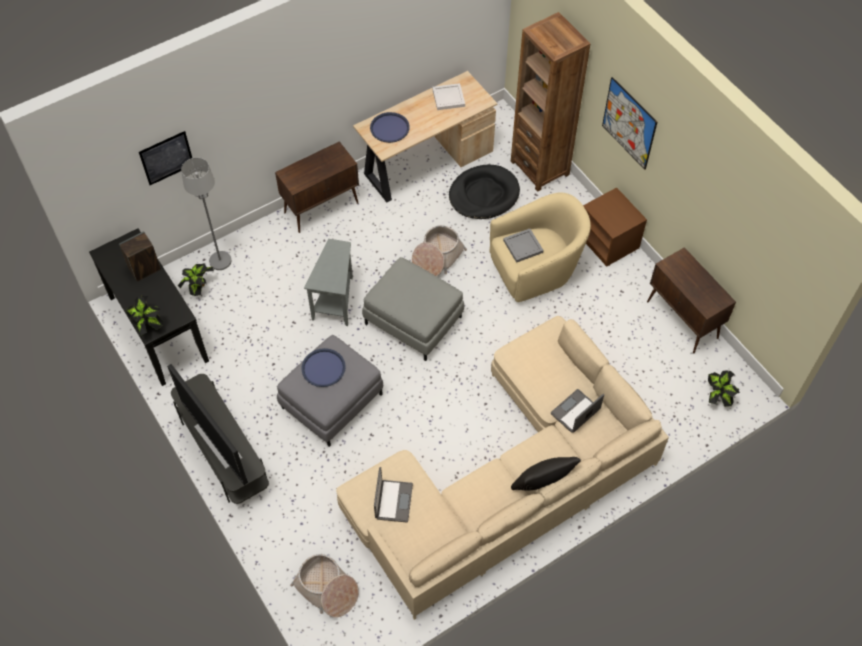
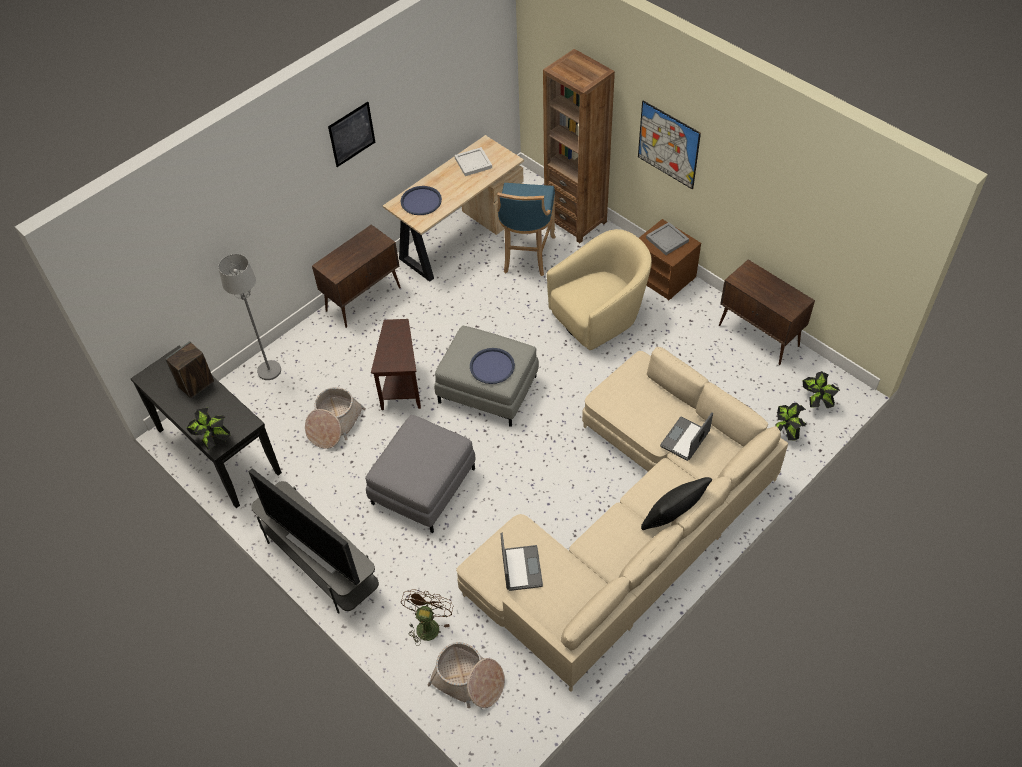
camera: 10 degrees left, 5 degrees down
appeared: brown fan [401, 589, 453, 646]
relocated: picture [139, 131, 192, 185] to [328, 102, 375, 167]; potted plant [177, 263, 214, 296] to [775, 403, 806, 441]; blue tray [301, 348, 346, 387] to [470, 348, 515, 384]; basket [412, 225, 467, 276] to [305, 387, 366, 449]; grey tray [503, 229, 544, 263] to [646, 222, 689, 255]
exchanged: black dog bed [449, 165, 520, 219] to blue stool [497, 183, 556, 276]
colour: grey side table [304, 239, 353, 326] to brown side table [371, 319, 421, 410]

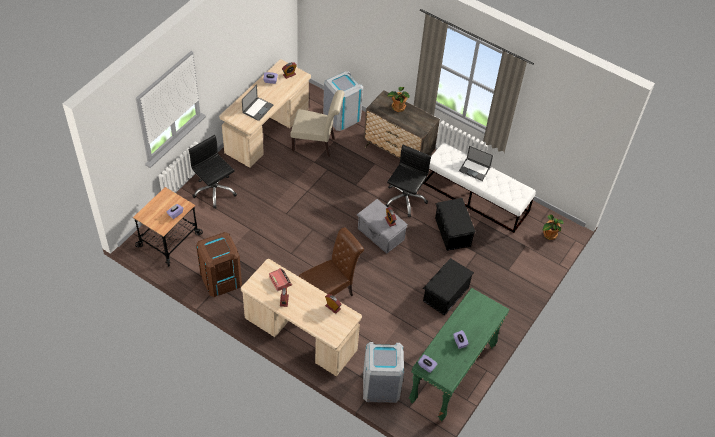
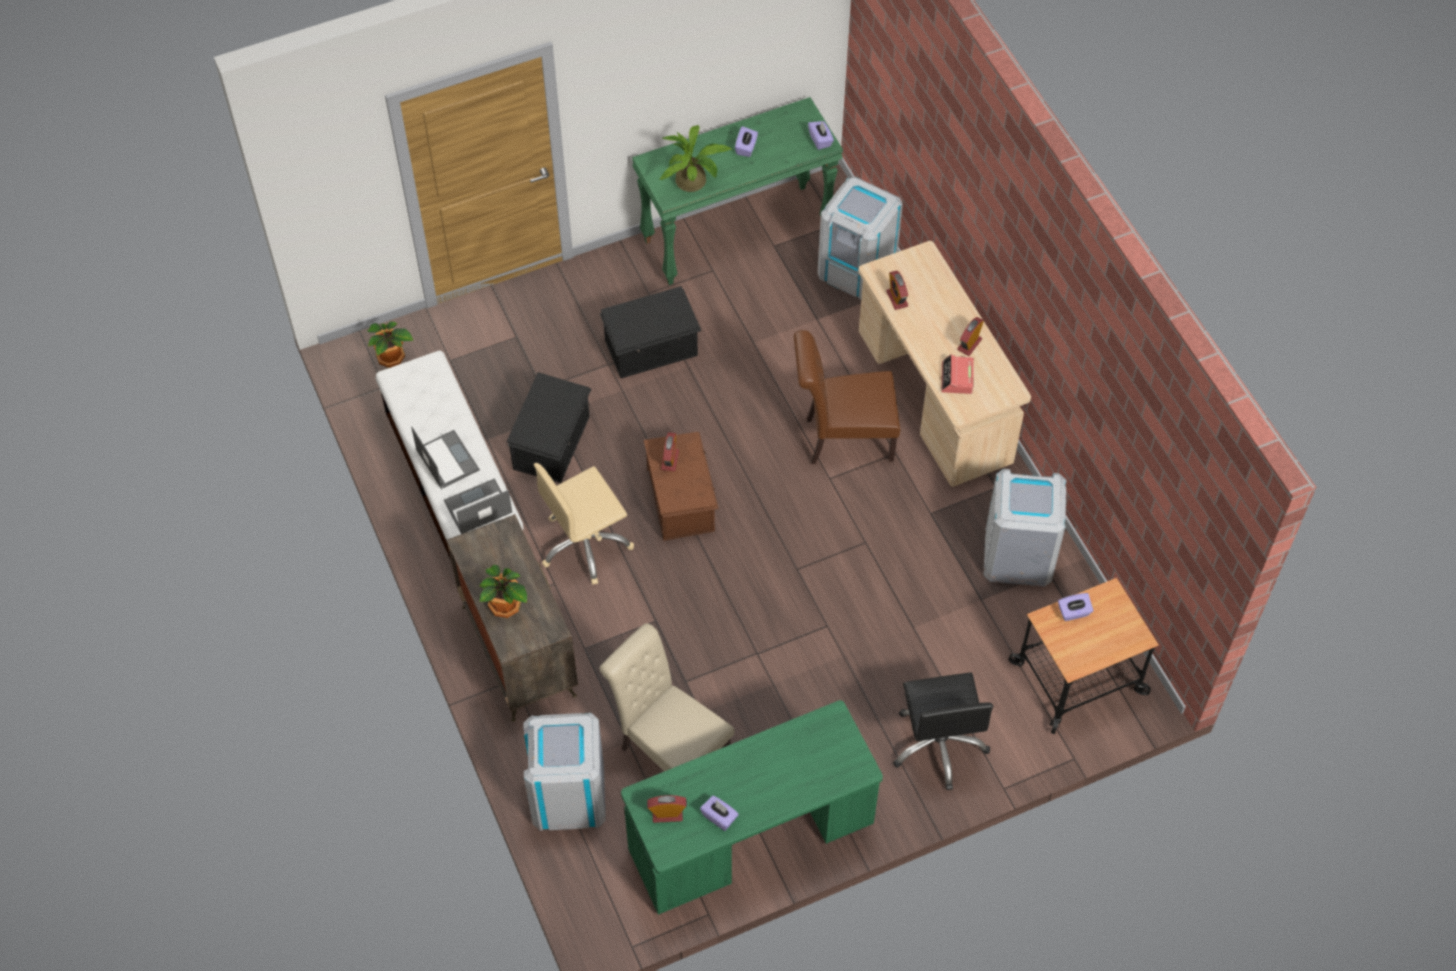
camera: 145 degrees left, 5 degrees up
appeared: potted plant [660, 125, 733, 192]
relocated: laptop [242, 84, 274, 121] to [444, 478, 512, 534]
colour: brown trash can [196, 232, 242, 297] to grey trash can [983, 469, 1066, 587]; beige desk [219, 59, 311, 168] to green desk [621, 700, 883, 915]; grey storage box [357, 199, 408, 254] to brown storage box [644, 432, 719, 541]; black office chair [385, 145, 431, 217] to beige office chair [534, 463, 634, 585]

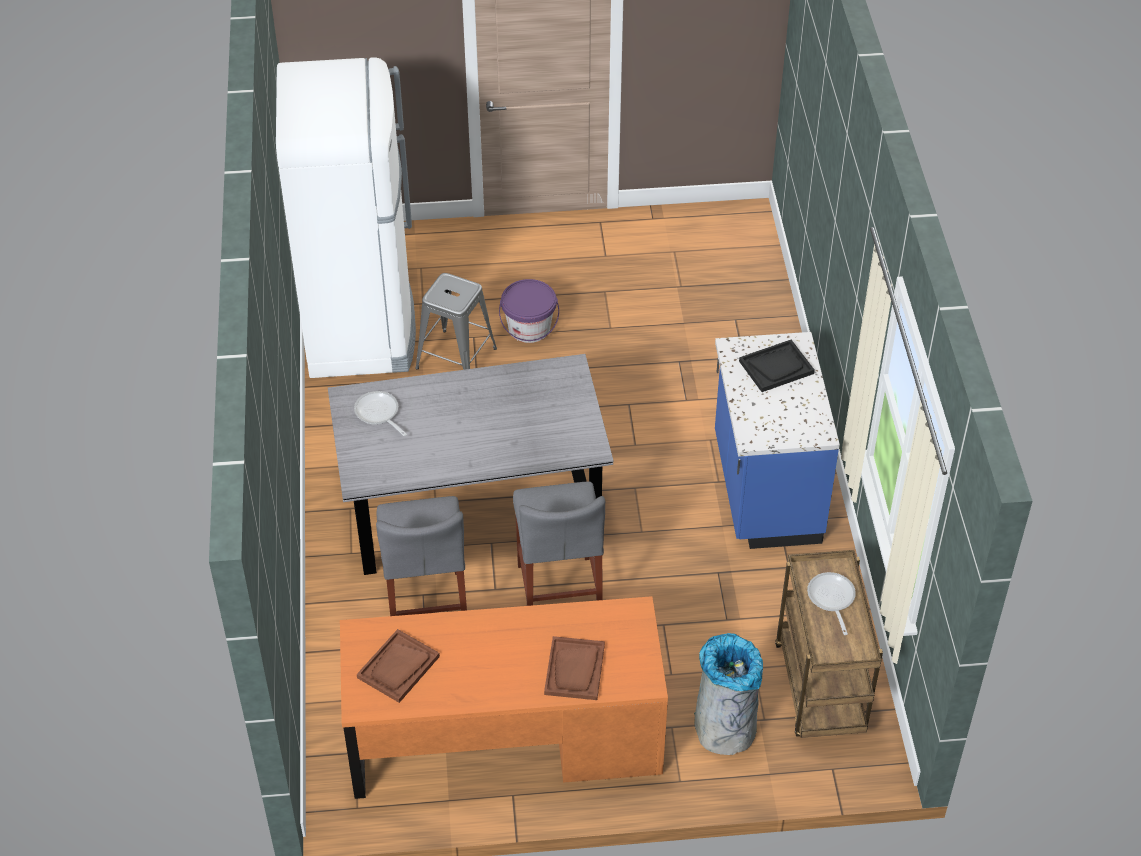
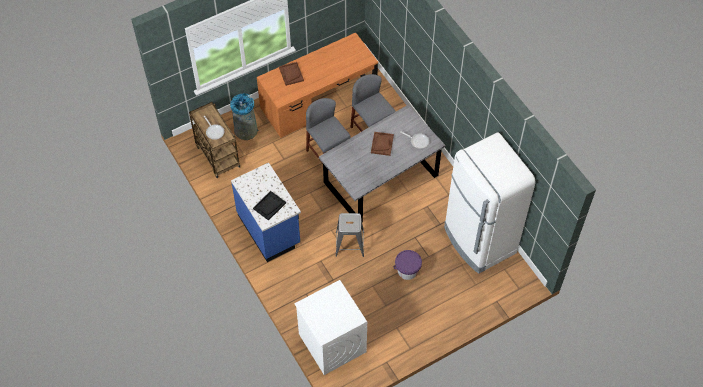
camera: 155 degrees right, 10 degrees up
appeared: white washing machine [294, 280, 367, 375]
relocated: brown tray [357, 629, 440, 703] to [371, 132, 394, 156]; grey stool [415, 273, 497, 370] to [335, 213, 364, 257]

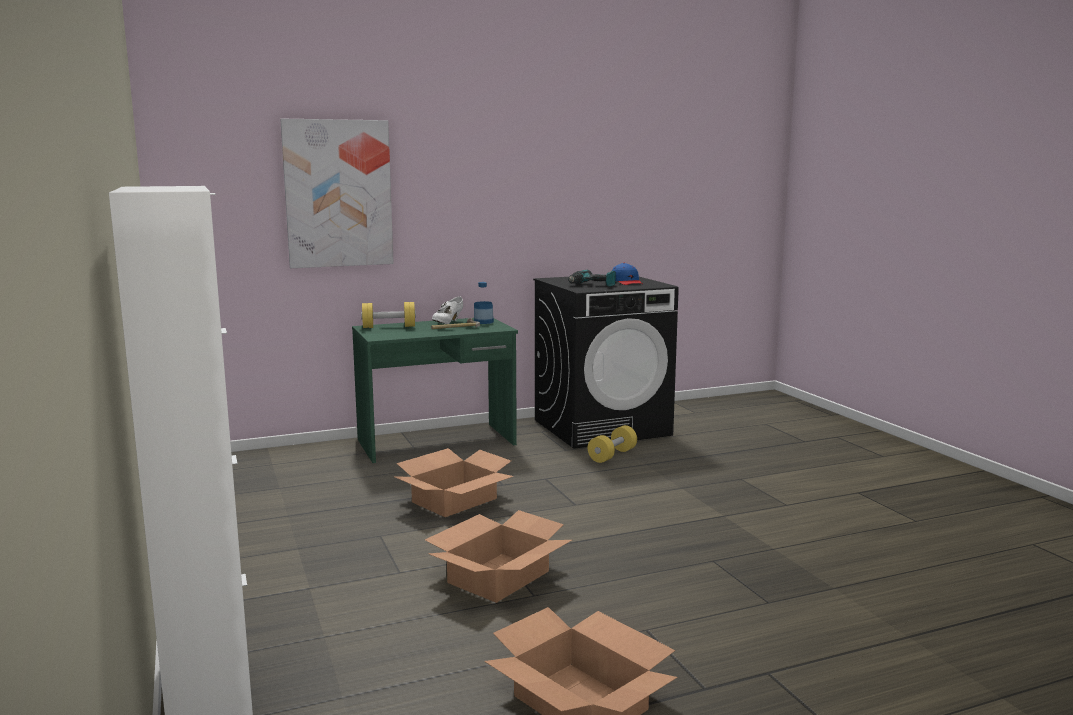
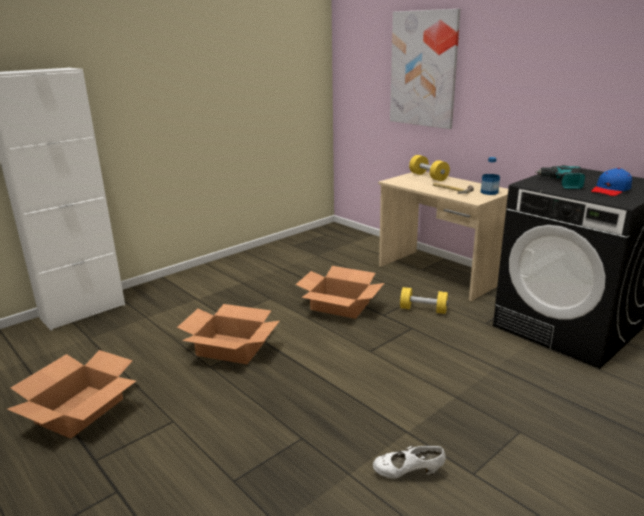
camera: 70 degrees right, 10 degrees up
relocated: white shoe [432, 296, 463, 324] to [373, 446, 446, 478]; yellow dumbbell [588, 425, 637, 463] to [400, 287, 448, 314]
colour: green desk [352, 318, 518, 463] to beige desk [378, 172, 508, 301]

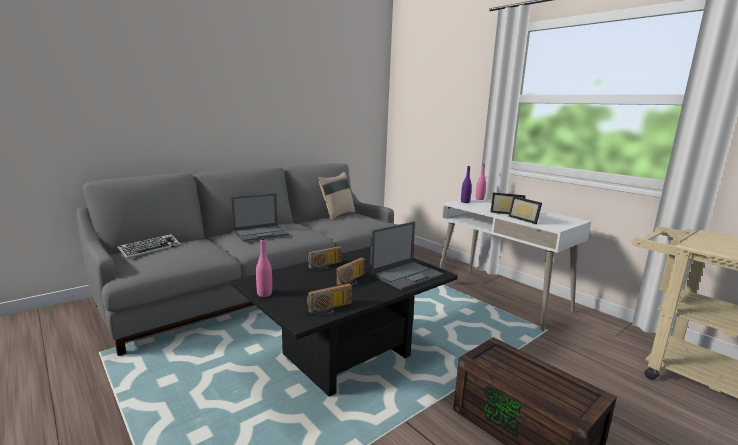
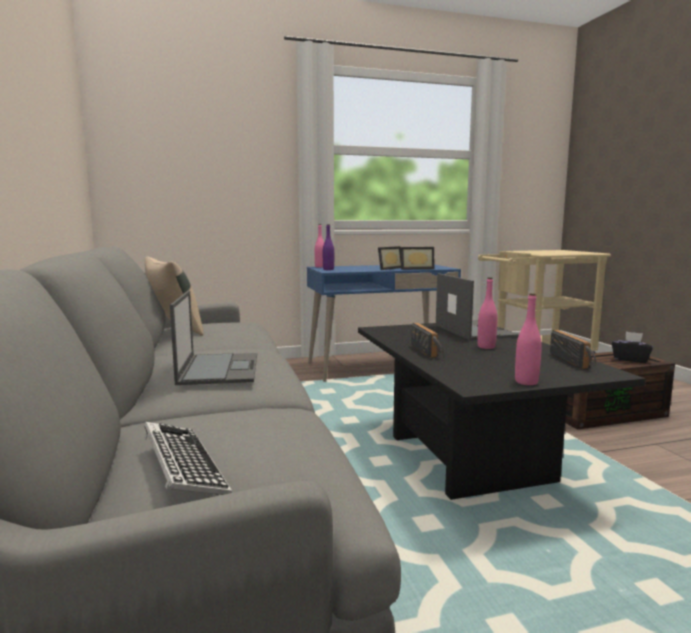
camera: 65 degrees left, 5 degrees down
appeared: black tissue box [612, 332, 653, 363]
exchanged: radio [336, 258, 365, 285] to pink bottle [477, 277, 497, 349]
colour: white desk [439, 197, 591, 331] to blue desk [307, 265, 461, 382]

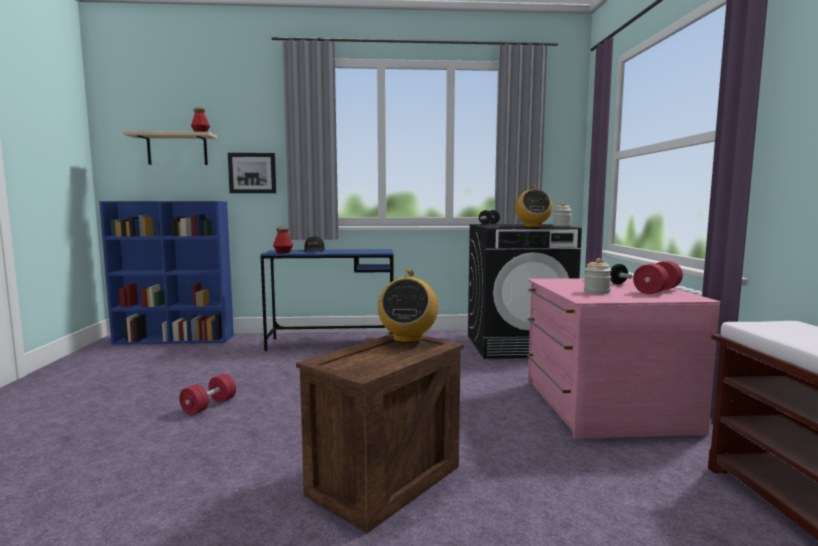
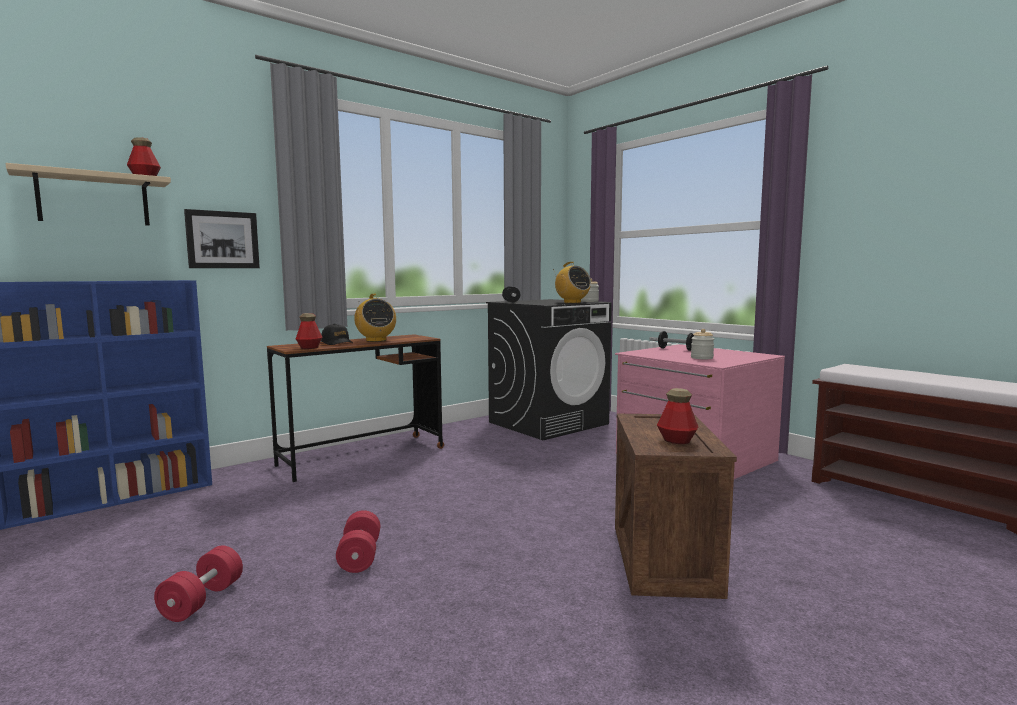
camera: 35 degrees left, 0 degrees up
appeared: bottle [657, 388, 698, 444]
relocated: radio [378, 270, 438, 343] to [354, 294, 396, 342]; red dumbbell [633, 261, 683, 294] to [154, 545, 243, 622]
colour: blue desk [260, 249, 394, 351] to brown desk [267, 334, 444, 482]

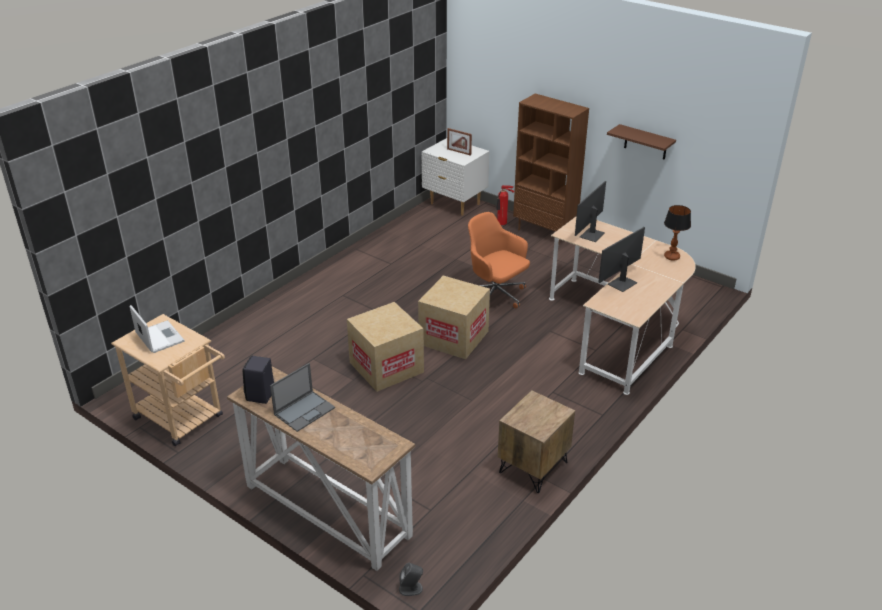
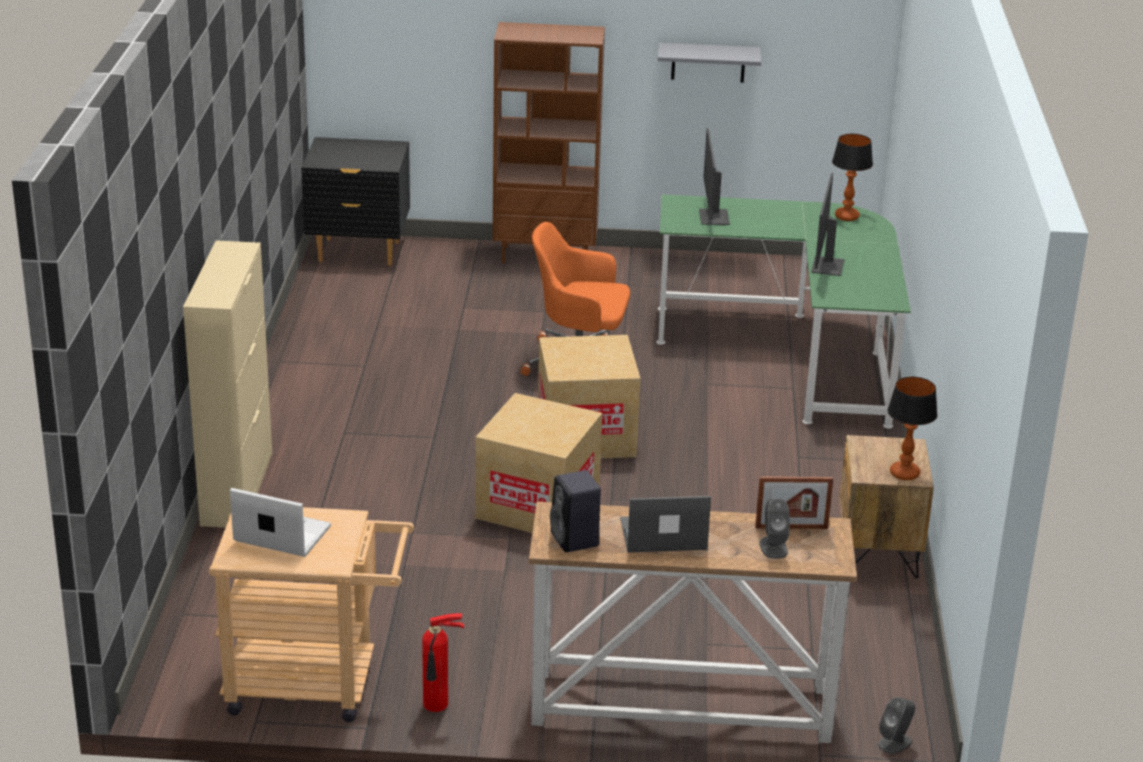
camera: 35 degrees left, 5 degrees down
appeared: beige cabinet [183, 240, 272, 528]; grey speaker [760, 498, 789, 559]; table lamp [887, 377, 938, 480]
relocated: picture frame [447, 128, 472, 156] to [755, 476, 833, 529]; fire extinguisher [496, 185, 514, 225] to [422, 613, 464, 712]
colour: white nightstand [421, 138, 489, 216] to black nightstand [301, 137, 410, 266]; beige desk [549, 216, 696, 395] to green desk [656, 195, 911, 429]; brown shelf [607, 124, 676, 160] to grey shelf [658, 43, 761, 83]
spun: laptop [270, 363, 335, 432] = [620, 496, 711, 552] 105 degrees counterclockwise

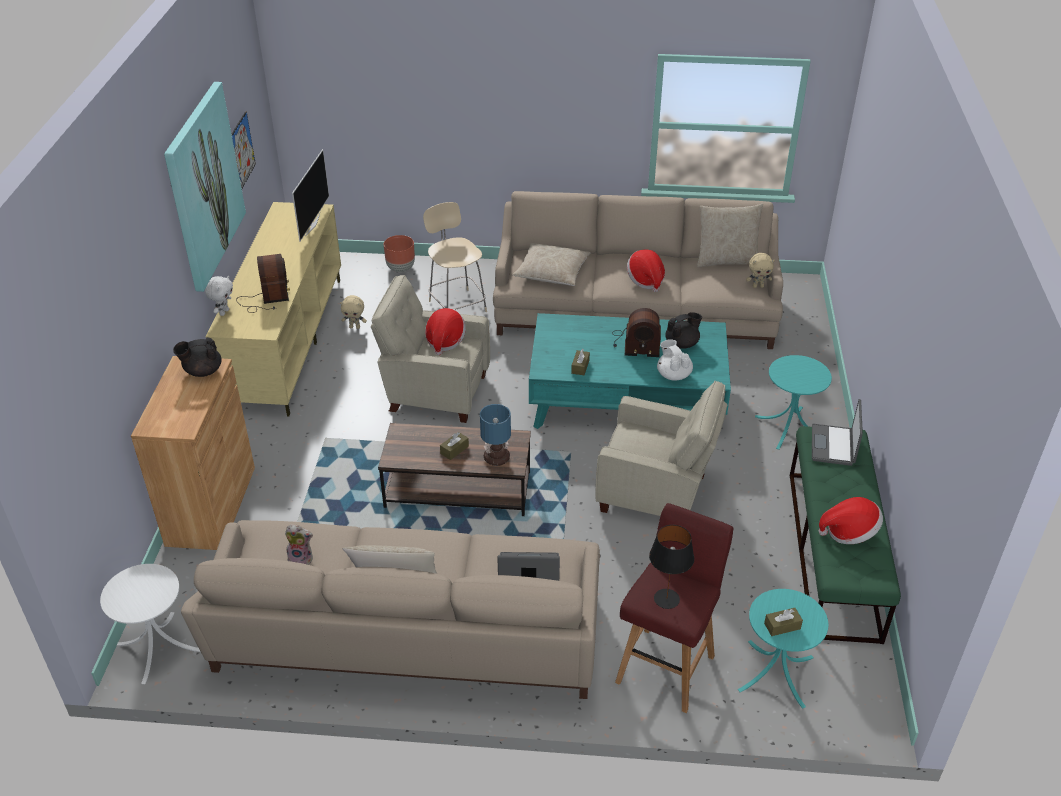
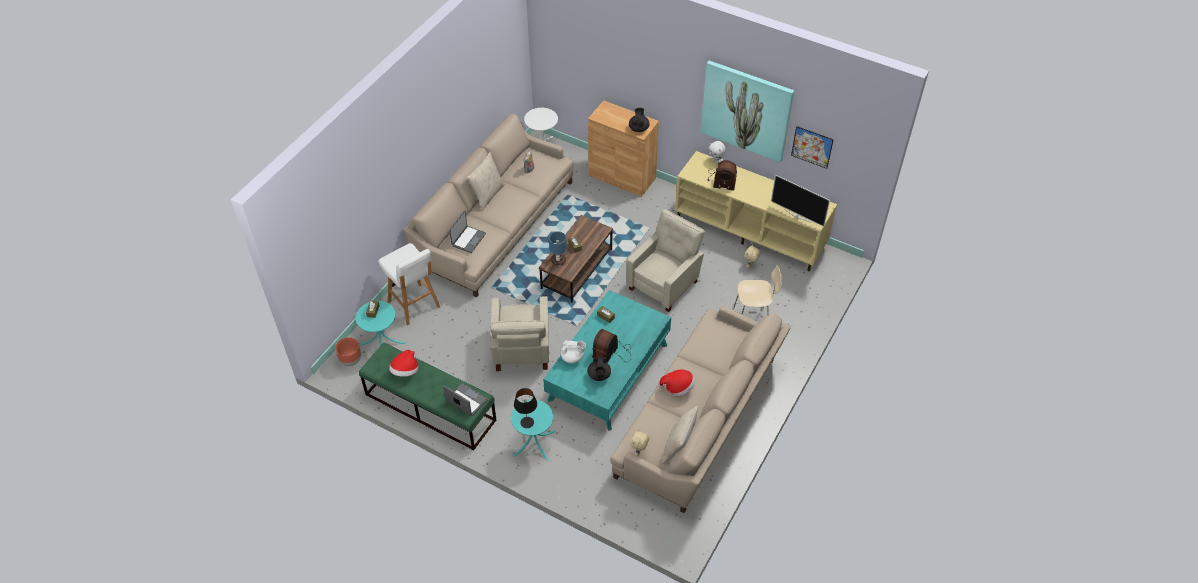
camera: 115 degrees right, 10 degrees up
missing: hat [425, 308, 466, 355]; beige pillow [512, 243, 591, 286]
relocated: brown planter [384, 235, 415, 272] to [335, 337, 361, 366]; black table lamp [649, 525, 694, 609] to [514, 388, 537, 428]
colour: red stool [615, 503, 734, 713] to white stool [378, 243, 440, 325]
spun: beige armchair [595, 381, 728, 516] = [490, 296, 549, 371] 45 degrees counterclockwise

